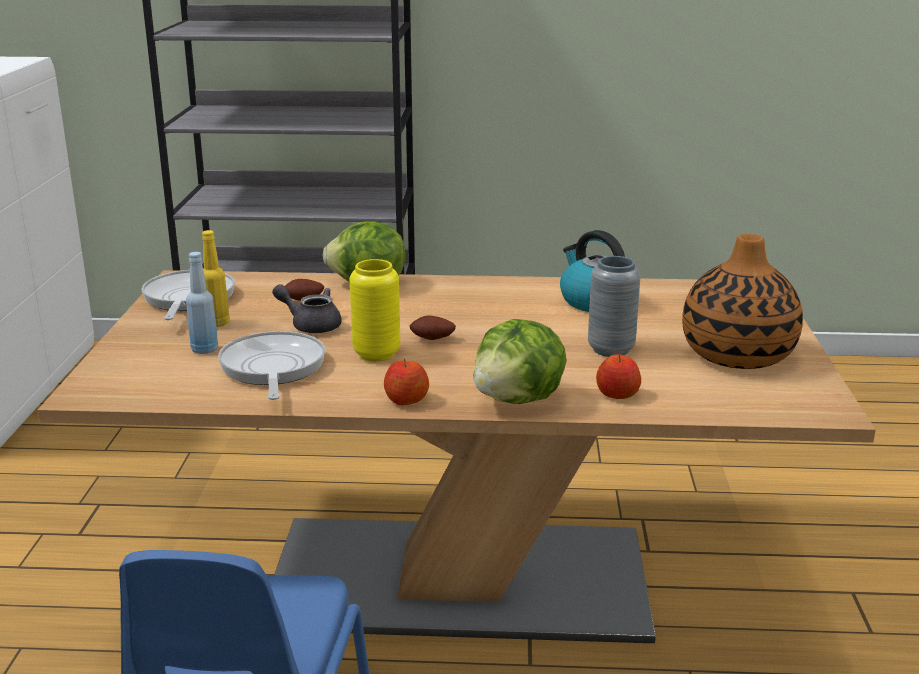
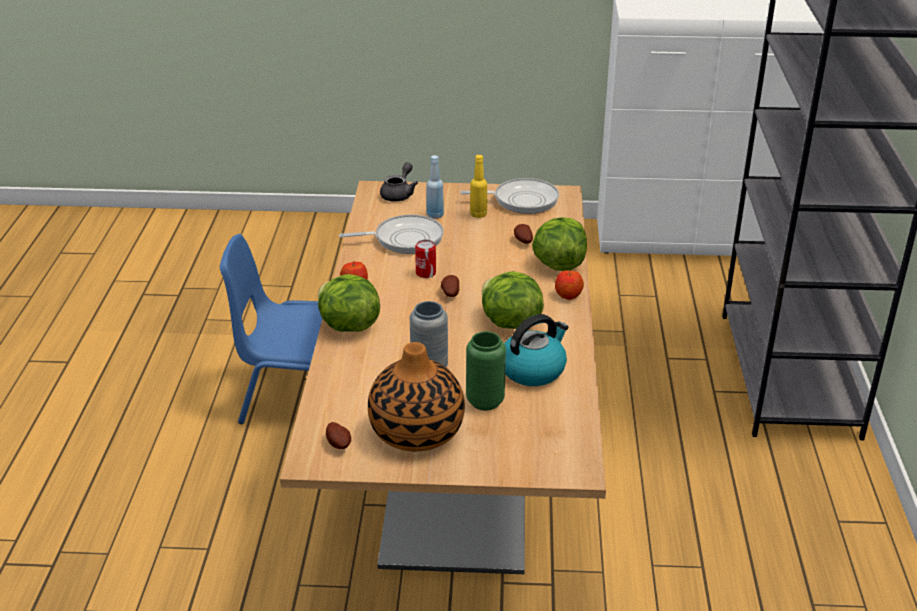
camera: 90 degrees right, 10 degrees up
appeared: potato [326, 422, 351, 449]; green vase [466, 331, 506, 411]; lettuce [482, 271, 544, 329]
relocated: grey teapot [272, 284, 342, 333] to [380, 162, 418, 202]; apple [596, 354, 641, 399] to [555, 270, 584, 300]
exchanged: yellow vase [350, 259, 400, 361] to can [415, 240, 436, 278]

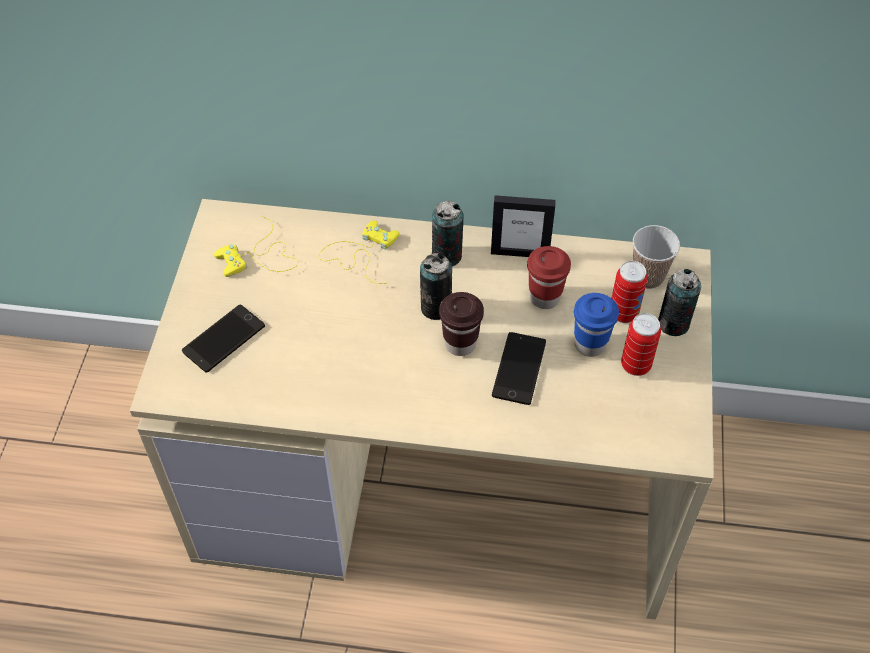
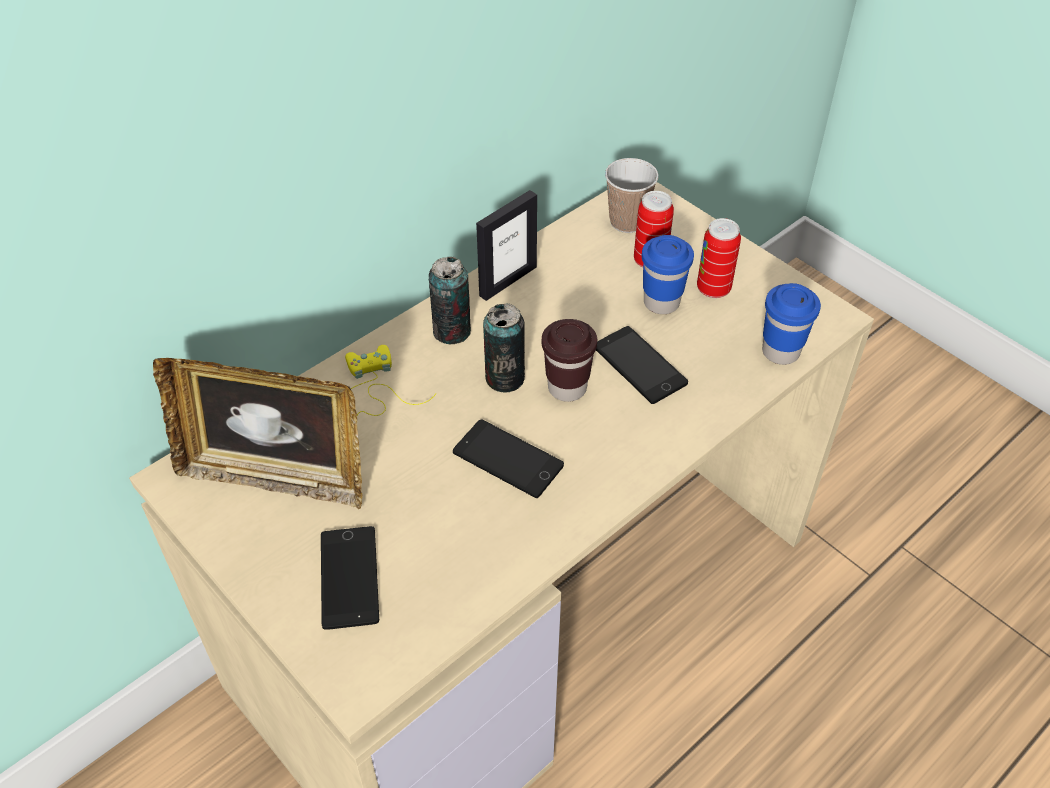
camera: 50 degrees left, 5 degrees down
missing: red cup [527, 246, 571, 309]; can [658, 269, 701, 336]
appeared: phone [453, 419, 564, 498]; blue cup [762, 283, 821, 365]
exchanged: yellow game controller [214, 216, 298, 277] to picture frame [153, 358, 362, 509]

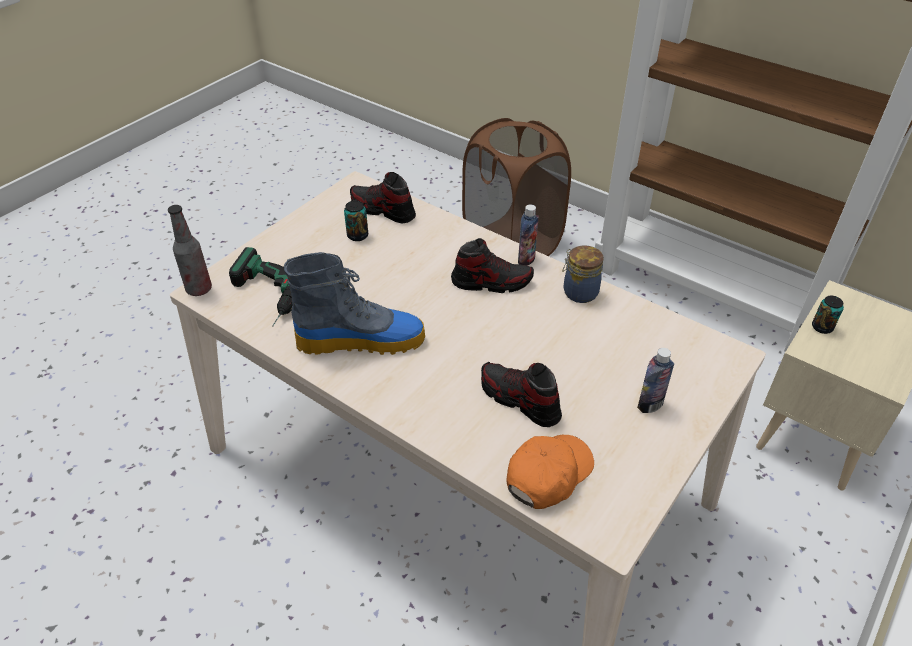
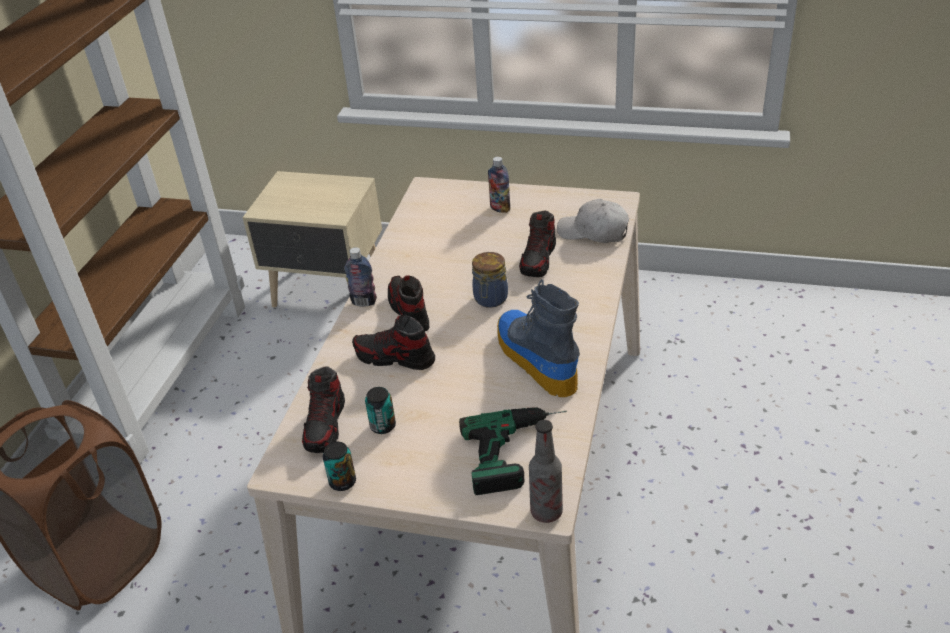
camera: 110 degrees left, 5 degrees down
appeared: shoe [352, 314, 435, 370]
relocated: jar [562, 245, 604, 303] to [472, 252, 508, 308]; can [812, 295, 844, 334] to [323, 442, 356, 491]
colour: orange cap [506, 435, 594, 509] to white cap [557, 199, 629, 243]

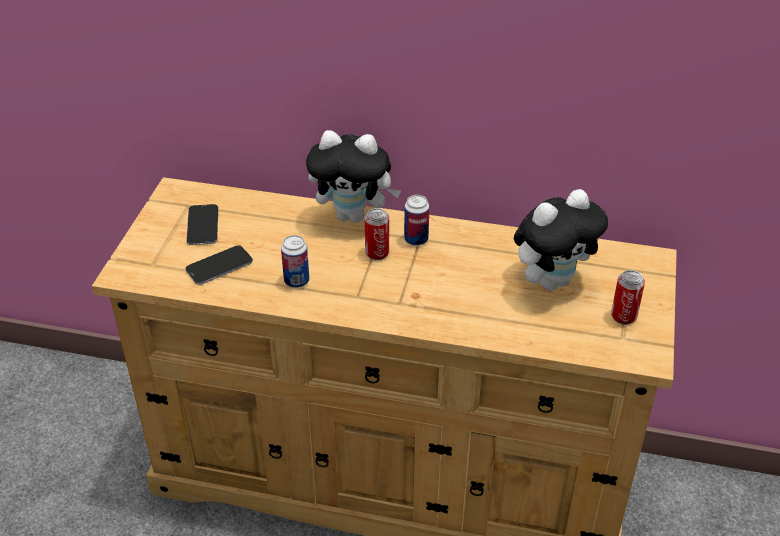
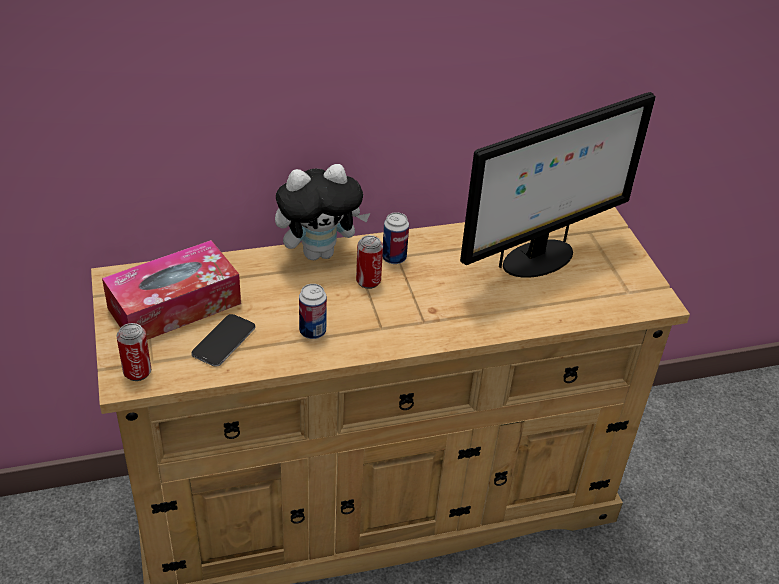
camera: 30 degrees left, 0 degrees up
relocated: can [611, 270, 645, 325] to [116, 323, 151, 381]
exchanged: phone [187, 204, 218, 245] to tissue box [102, 240, 241, 340]; plush toy [514, 189, 608, 291] to monitor [460, 92, 656, 278]

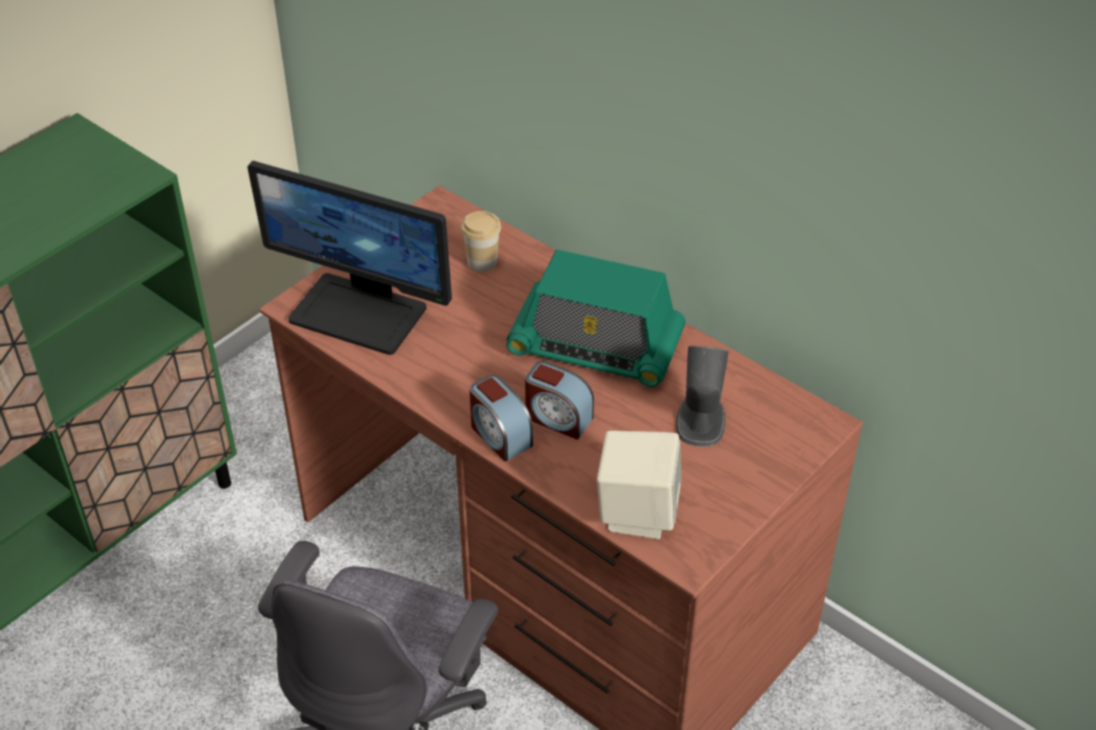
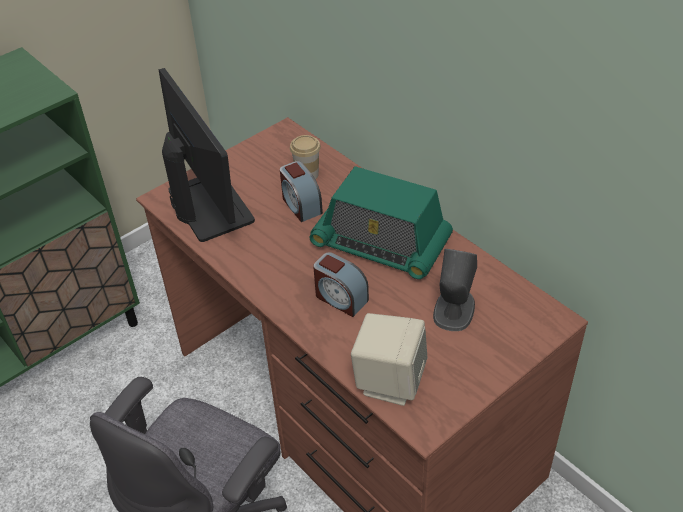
camera: 10 degrees right, 0 degrees up
relocated: alarm clock [469, 375, 533, 462] to [280, 161, 323, 222]
spun: monitor [247, 161, 452, 355] = [159, 68, 255, 242] 150 degrees counterclockwise

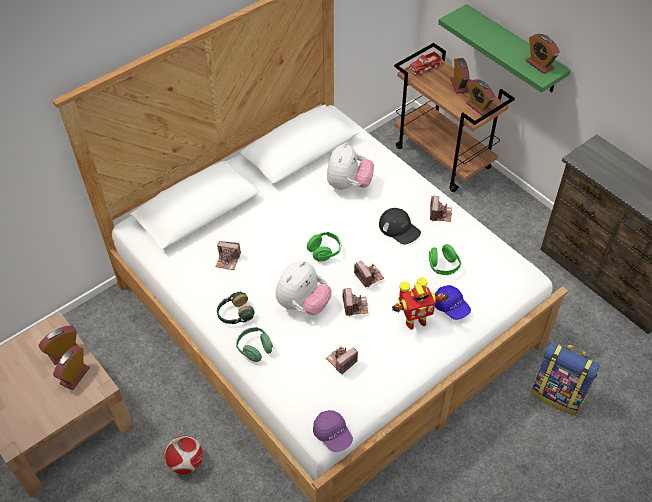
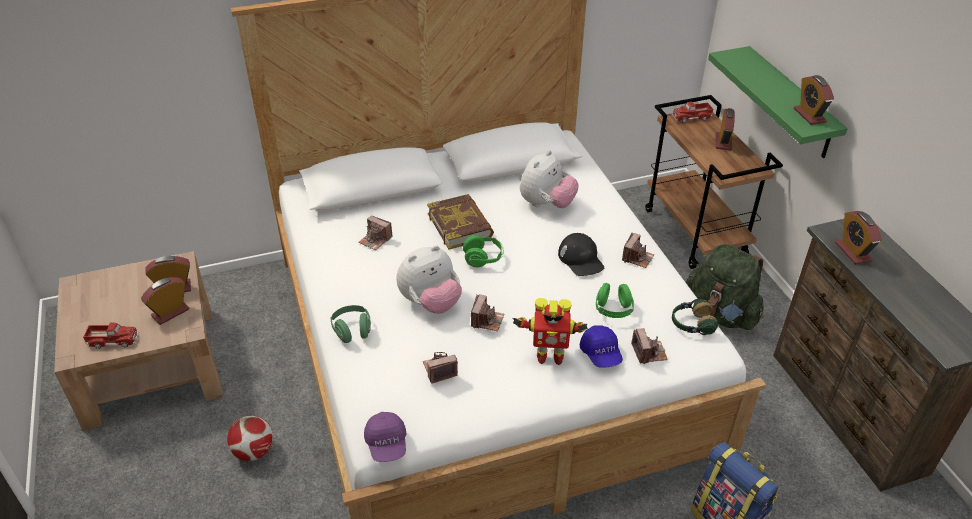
camera: 20 degrees right, 10 degrees down
appeared: toy truck [83, 322, 139, 349]; book [427, 194, 494, 250]; green backpack [686, 244, 764, 330]
relocated: headphones [217, 292, 255, 324] to [672, 299, 718, 335]; photo camera [354, 260, 384, 287] to [631, 328, 668, 364]; alarm clock [466, 79, 495, 116] to [835, 211, 882, 265]

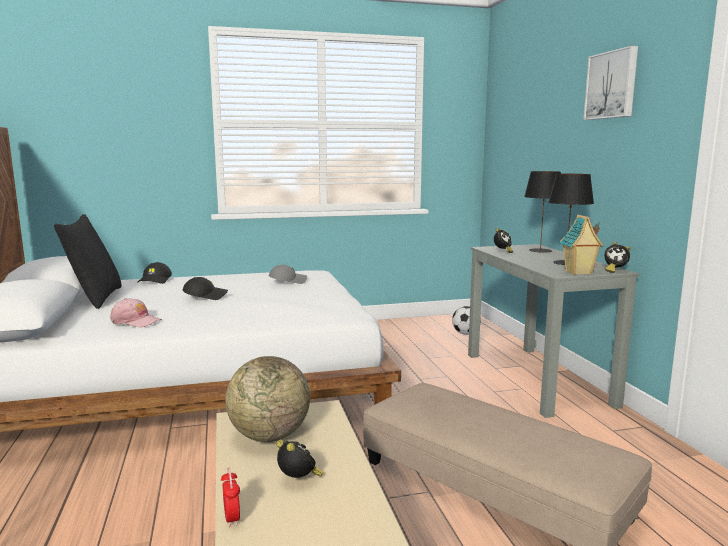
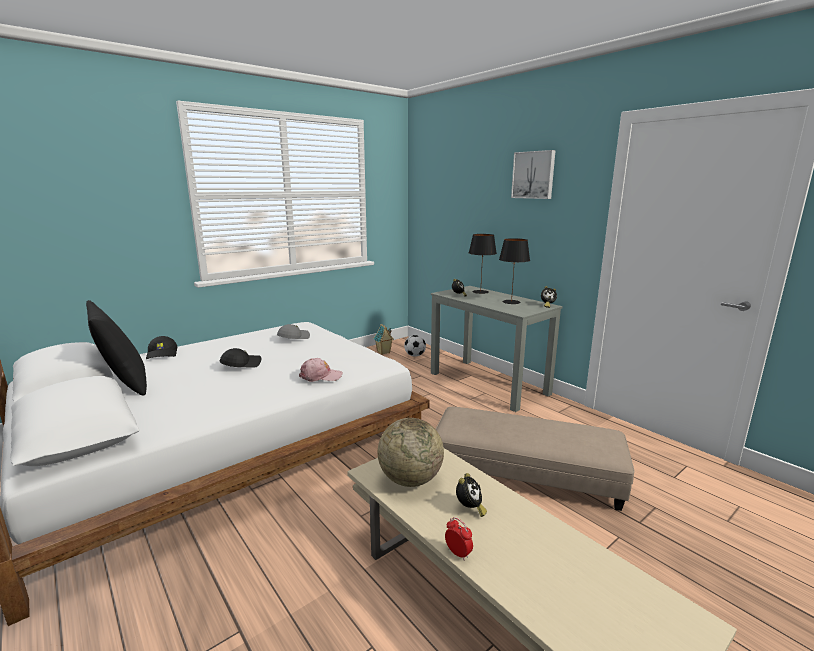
camera: 25 degrees left, 5 degrees up
relocated: pink cap [110, 298, 162, 327] to [299, 358, 343, 382]; toy house [560, 215, 603, 275] to [374, 324, 394, 355]
spun: alarm clock [276, 440, 324, 478] = [456, 473, 487, 517] 90 degrees clockwise

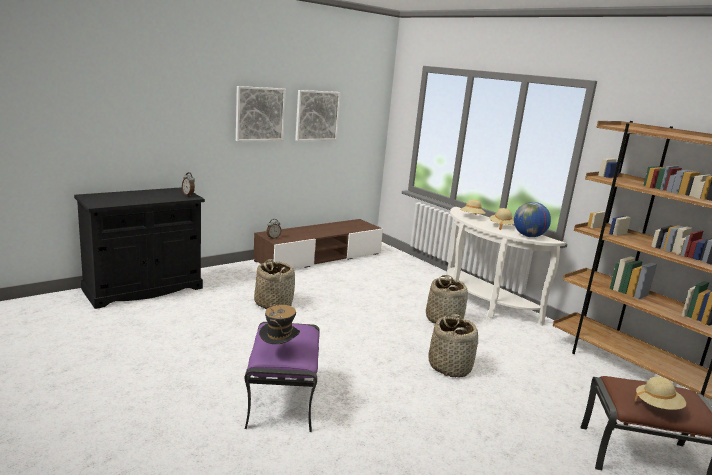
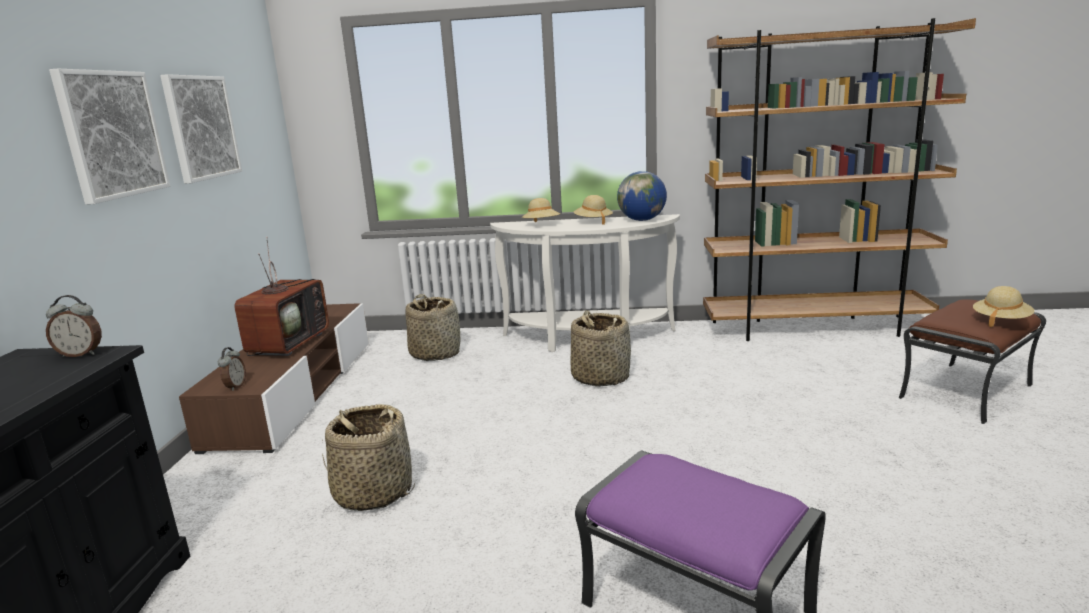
camera: 45 degrees left, 0 degrees up
missing: hat [259, 303, 300, 344]
appeared: television [234, 236, 329, 356]
relocated: basket [428, 314, 478, 378] to [406, 294, 460, 361]

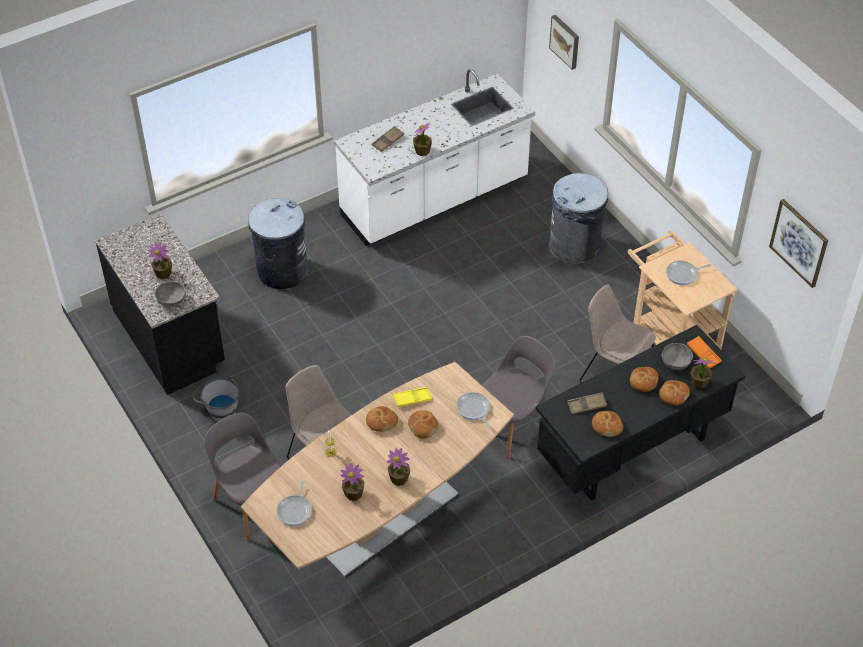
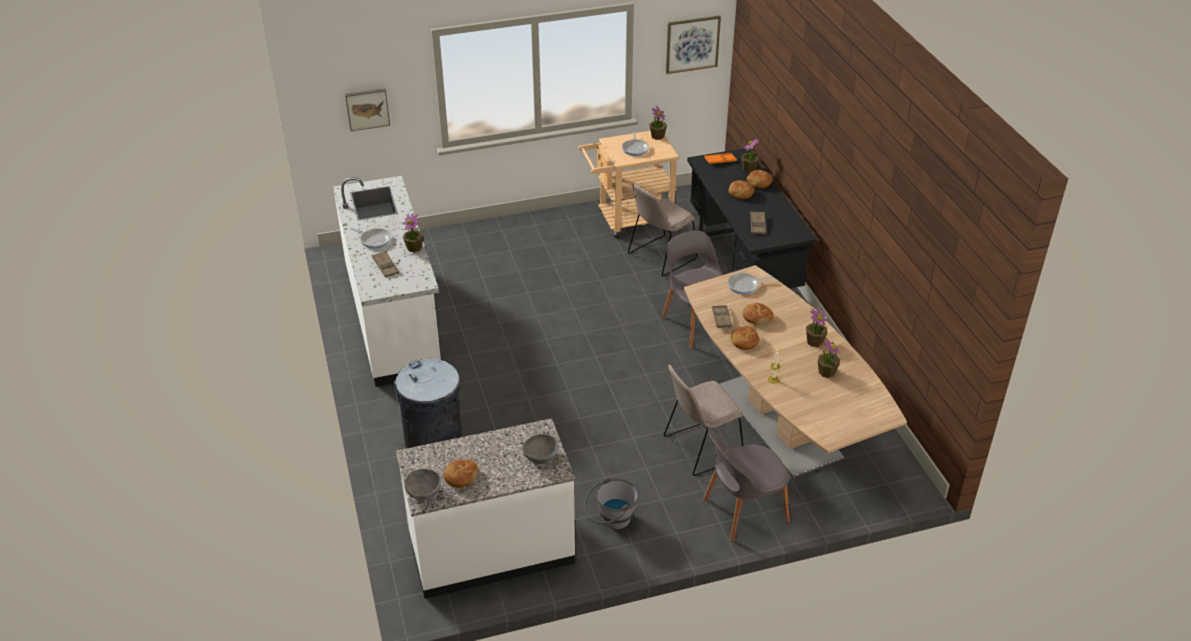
camera: 75 degrees left, 10 degrees down
missing: grey trash can [549, 173, 608, 264]
relocated: potted plant [149, 242, 172, 279] to [649, 106, 667, 140]; frying pan [276, 480, 312, 526] to [350, 228, 391, 249]; bread [592, 411, 623, 437] to [443, 459, 479, 487]; grey bowl [662, 343, 693, 370] to [404, 469, 441, 500]
colour: black counter [95, 214, 225, 395] to white counter [396, 418, 575, 599]; yellow tray [393, 387, 432, 407] to brown tray [712, 305, 733, 328]

